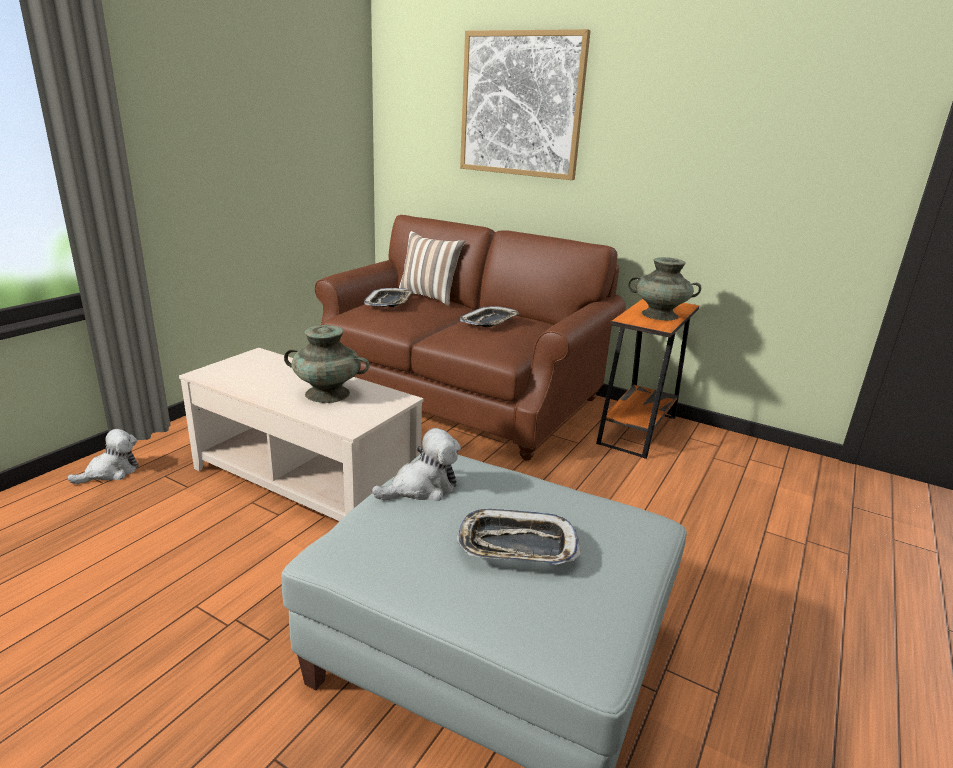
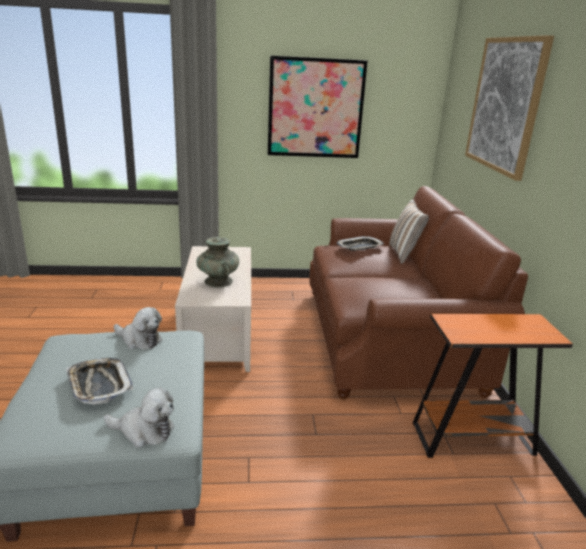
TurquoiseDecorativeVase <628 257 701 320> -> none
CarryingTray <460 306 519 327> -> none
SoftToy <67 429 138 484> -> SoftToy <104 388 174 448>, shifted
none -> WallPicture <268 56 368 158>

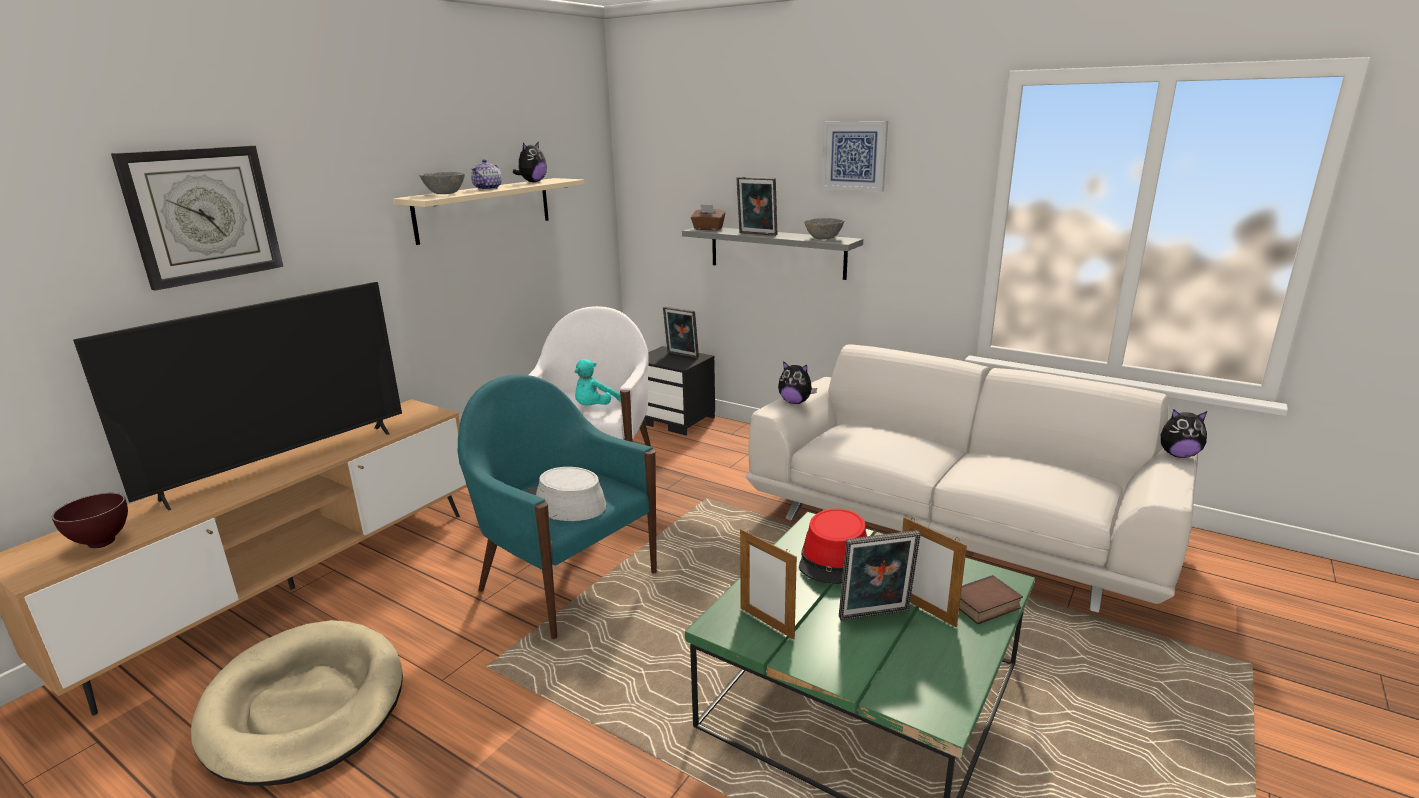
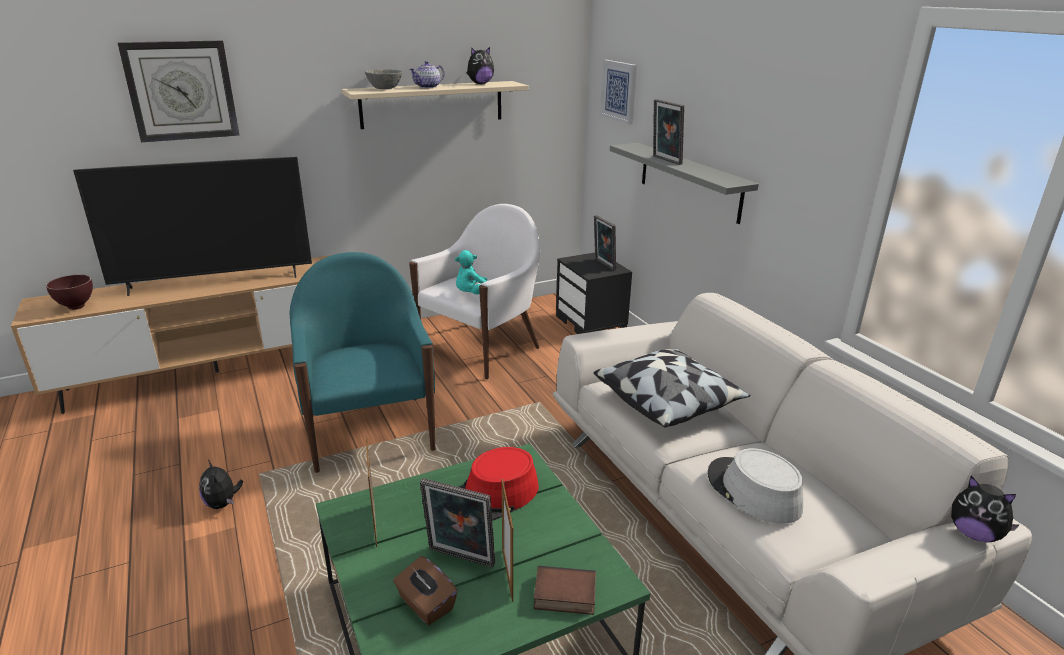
WallPicture <821 121 888 192> -> WallPicture <600 60 637 125>, shifted
BrownColouredBoxOfTissues <691 204 725 230> -> BrownColouredBoxOfTissues <393 556 458 625>, shifted
GreyishDeepDish <804 218 844 239> -> none
SoftToy <778 361 817 404> -> SoftToy <199 460 243 509>, shifted
GreyishWearableHat <525 467 607 521> -> GreyishWearableHat <708 448 803 524>, shifted
BeigePetBed <191 620 403 786> -> none
none -> Cushion <594 349 751 428>

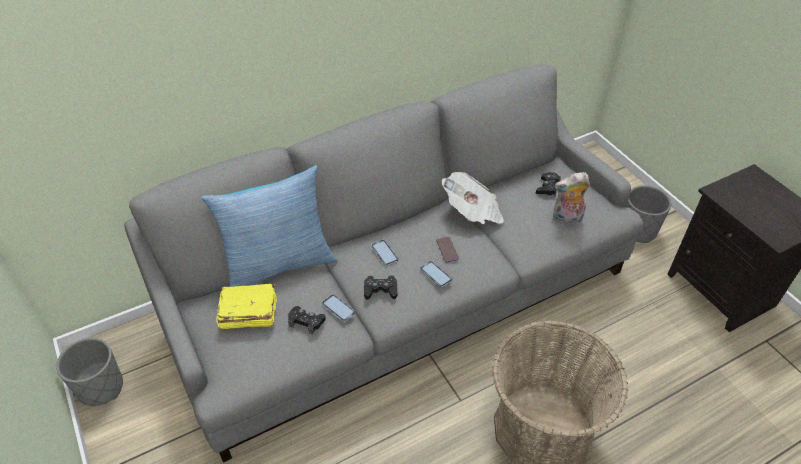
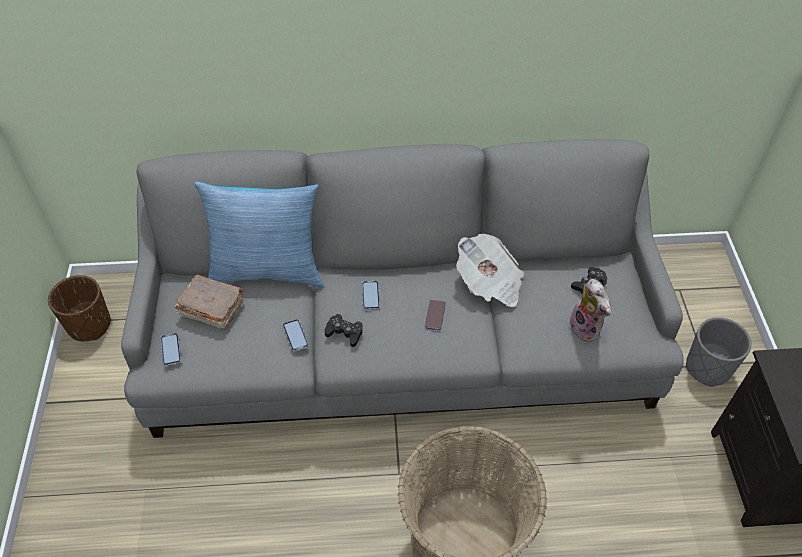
SoftToy <553 172 590 224> -> SoftToy <570 279 611 342>, 135 degrees counterclockwise
Telephone <420 261 452 288> -> Telephone <161 333 181 366>, shifted
YellowColouredVolume <216 284 277 329> -> BrownColouredVolume <175 274 244 329>
BlackColouredGameController <288 306 326 334> -> none
GreyishPlanter <56 338 123 406> -> BrownColouredPlanter <48 275 111 341>

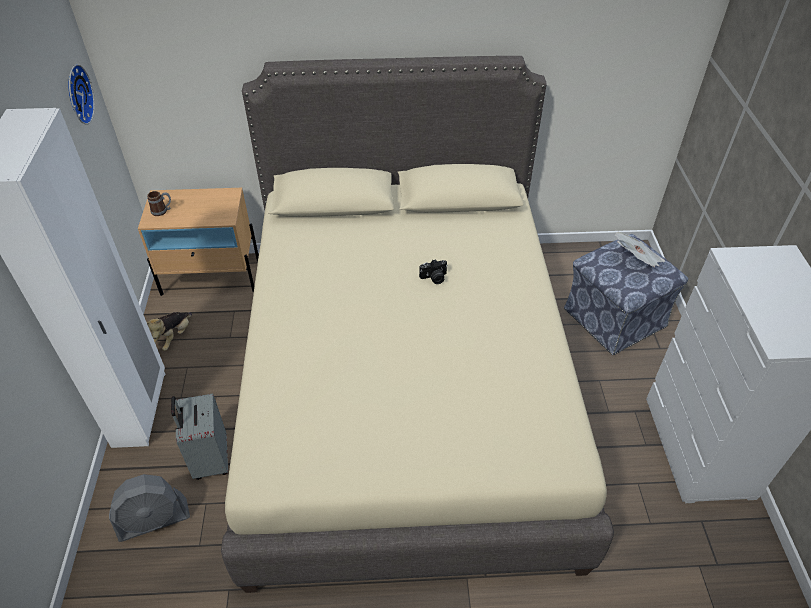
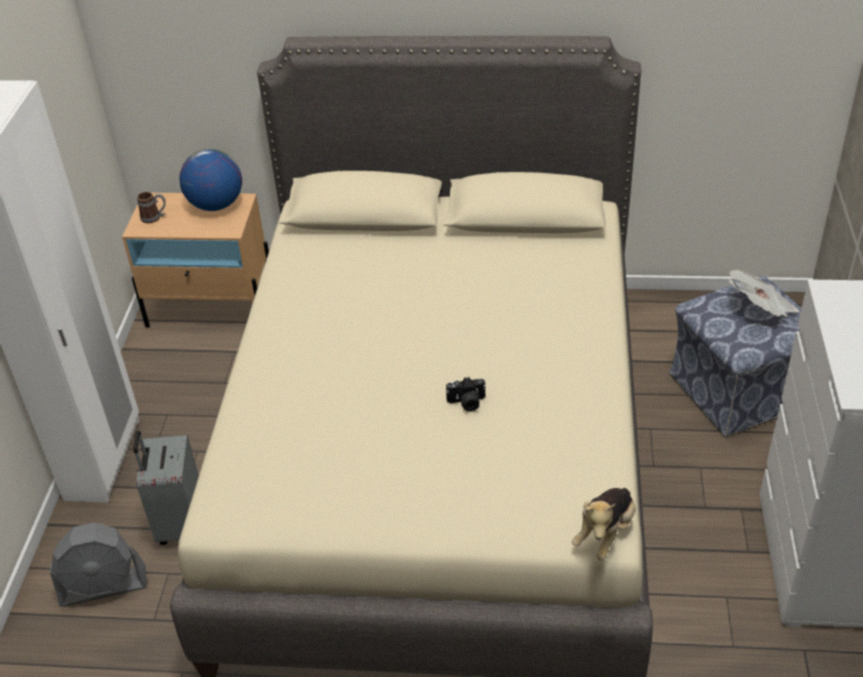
WallClock <68 64 95 125> -> none
PhotoCamera <419 259 448 284> -> PhotoCamera <446 377 486 412>, shifted
SoftToy <147 312 192 351> -> SoftToy <572 488 636 561>, shifted
none -> WorldGlobe <179 149 242 211>

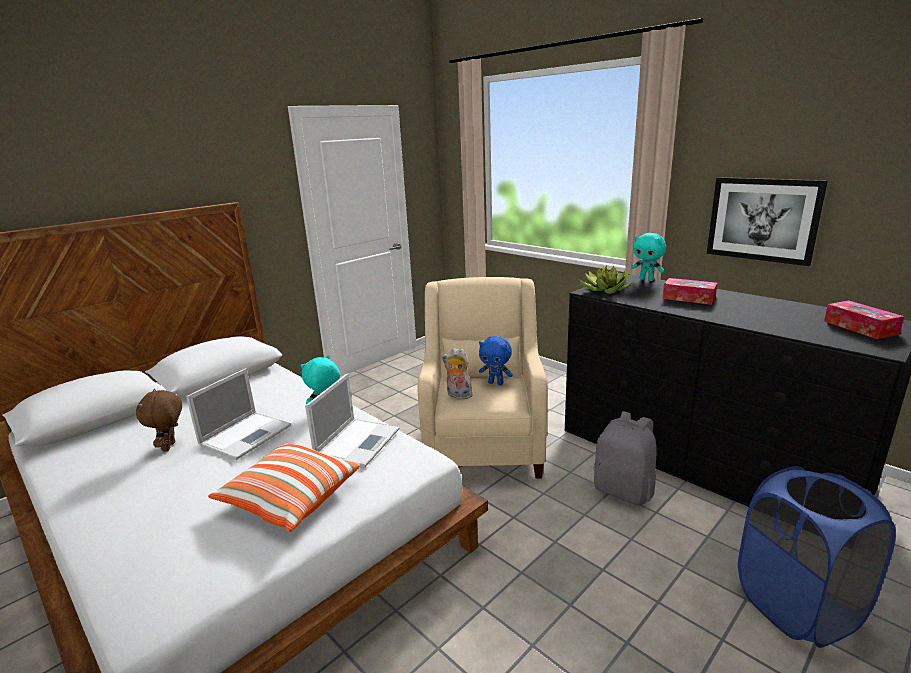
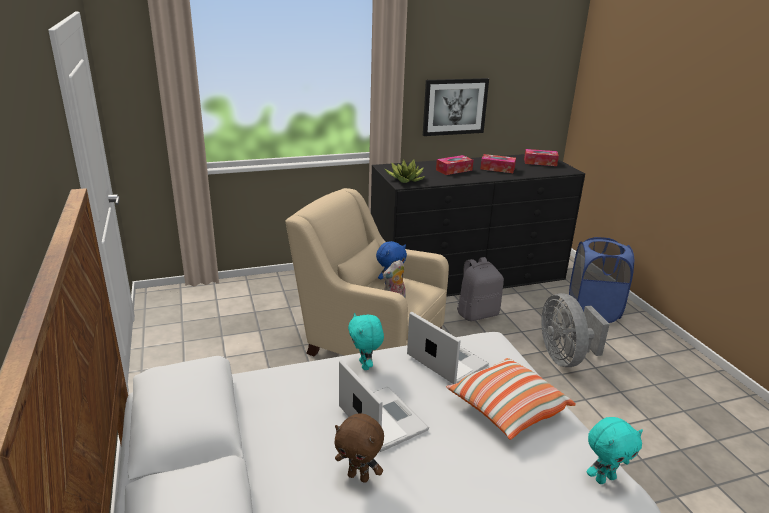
TurquoiseSoftToy <631 233 666 281> -> TurquoiseSoftToy <586 417 643 484>, shifted
none -> BoxOfTissues <480 154 516 173>
none -> GreyishCoolingFan <541 293 610 367>

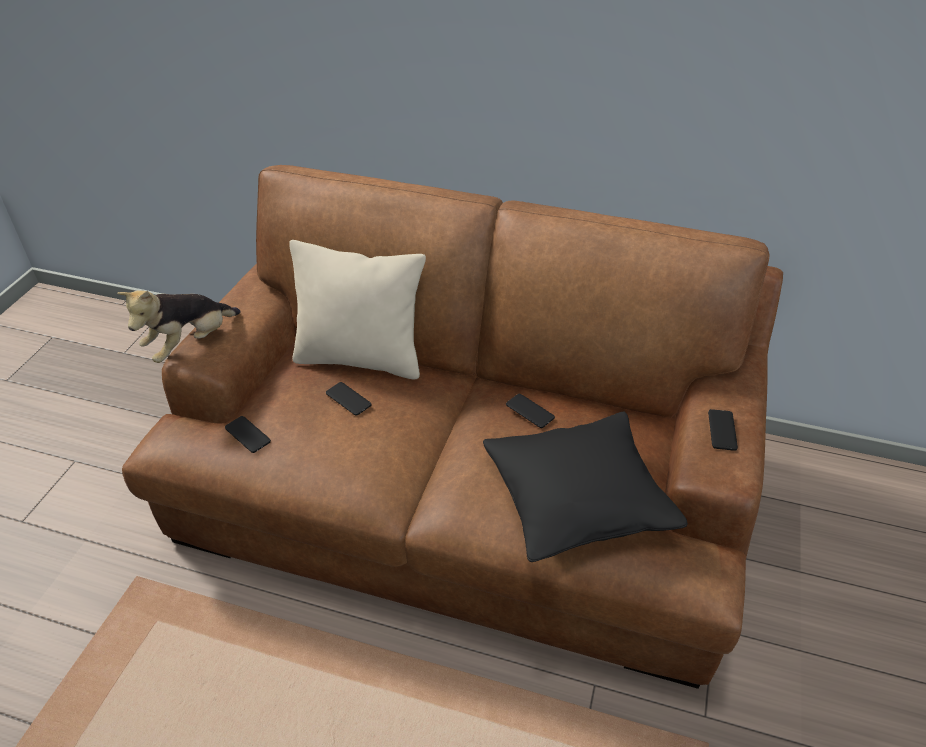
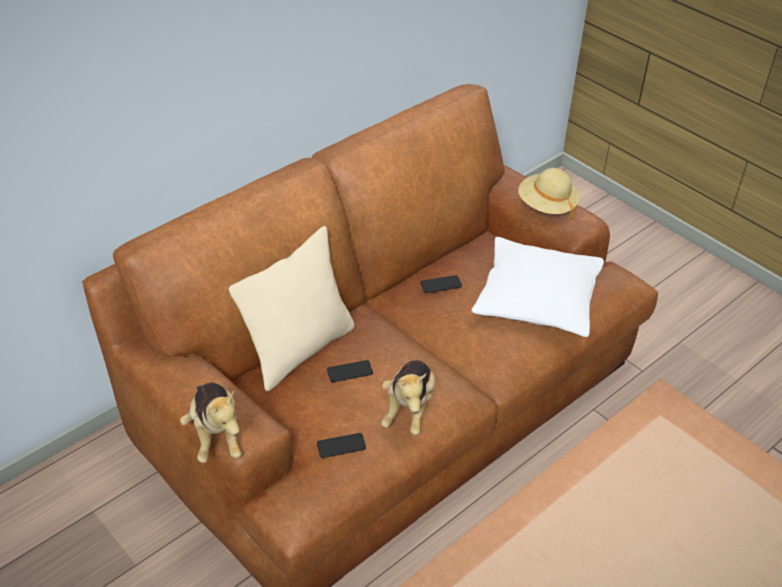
Telephone <708 409 738 451> -> BeigeWearableHat <518 168 580 220>
BlackColouredCushion <483 412 688 562> -> WhitishCushion <472 237 604 337>
none -> SoftToy <381 360 435 435>

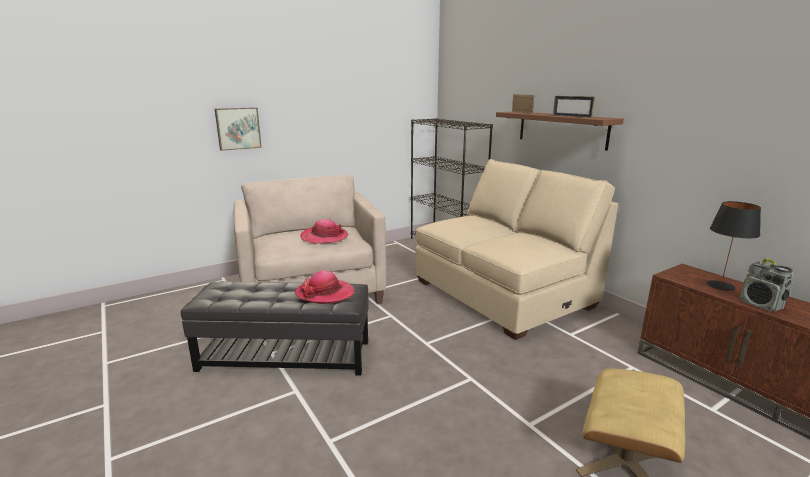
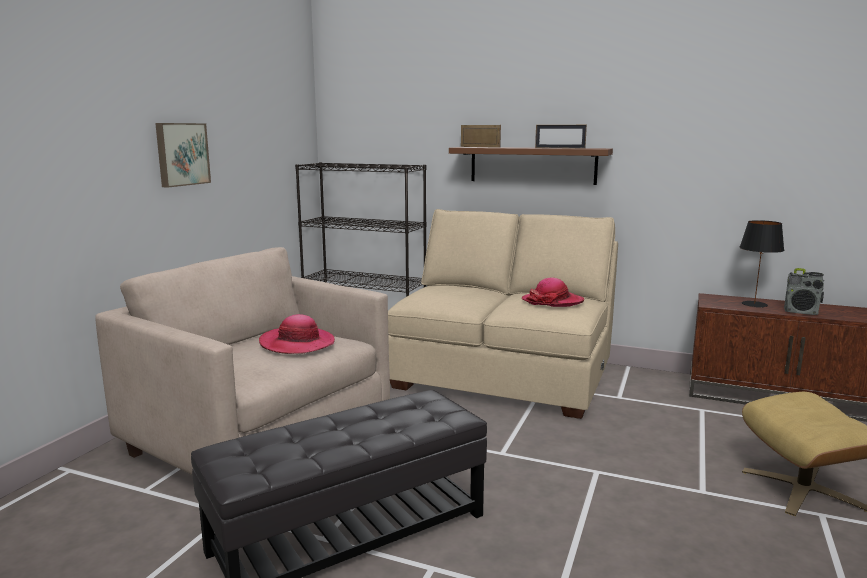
WallPicture <215 107 262 151> -> WallPicture <155 123 211 188>, shifted
WearableHat <295 270 354 304> -> WearableHat <521 278 584 307>, shifted

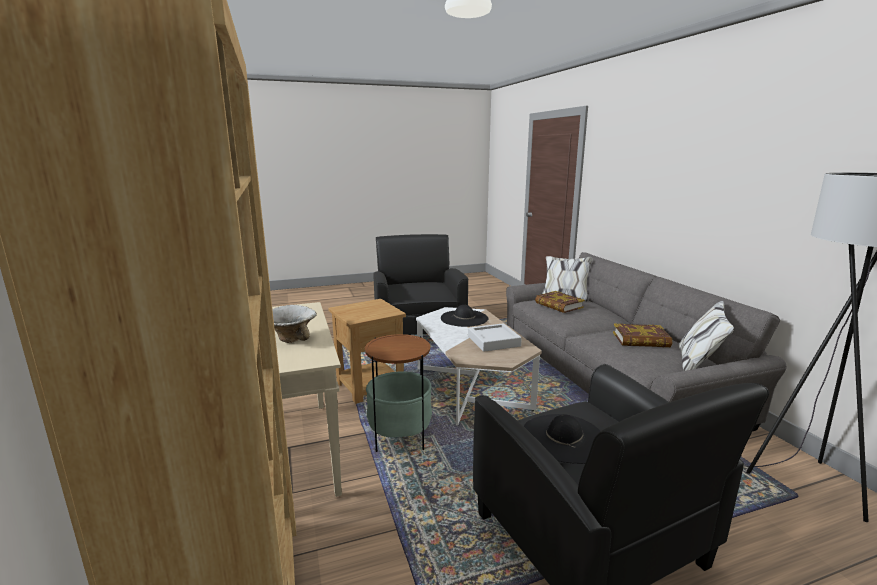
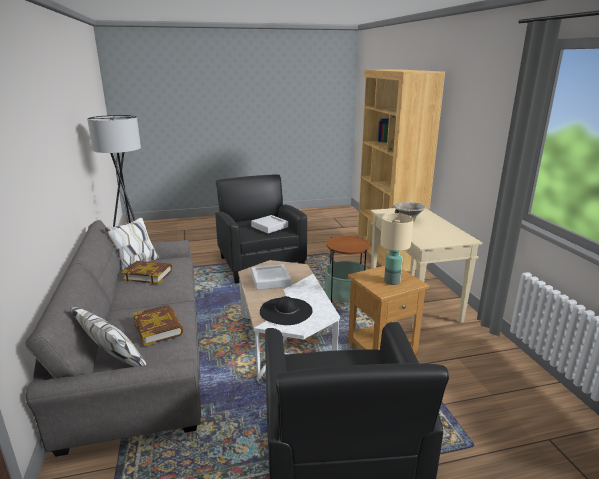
BlackColouredWearableHat <524 414 601 464> -> GreyishCarryingTray <251 215 288 233>
none -> BeigeTableLamp <380 213 413 285>

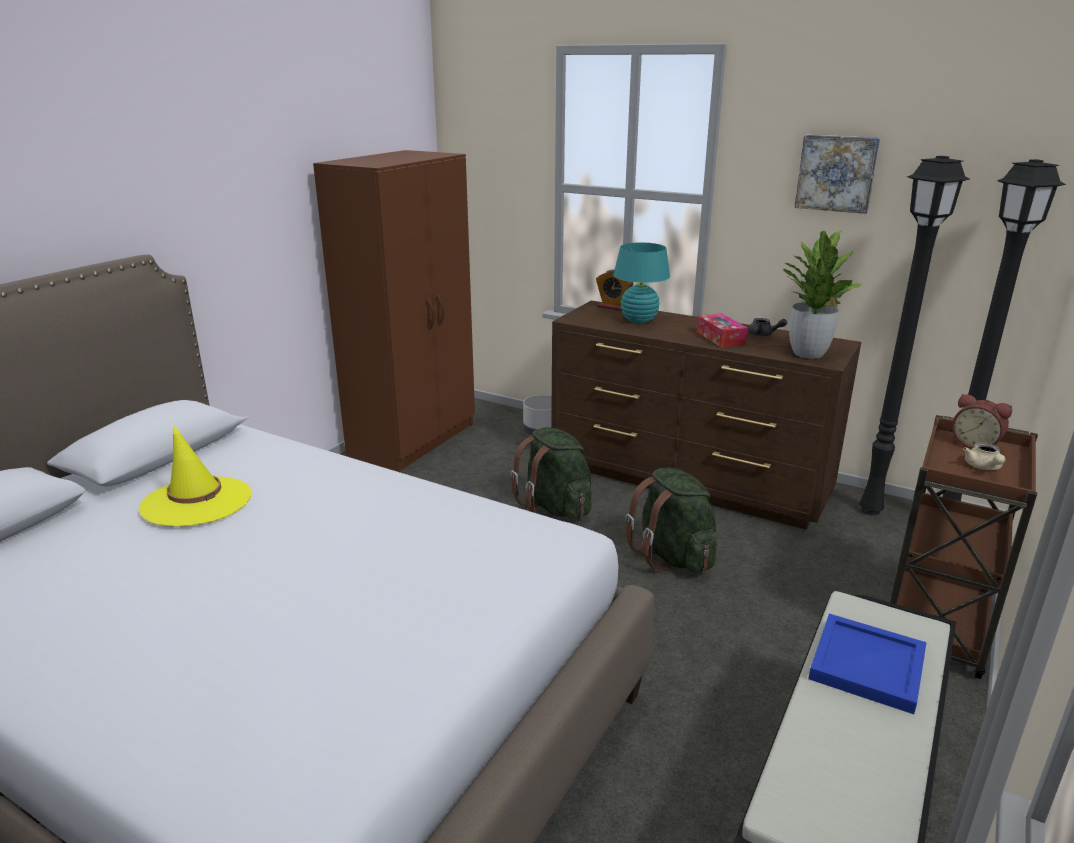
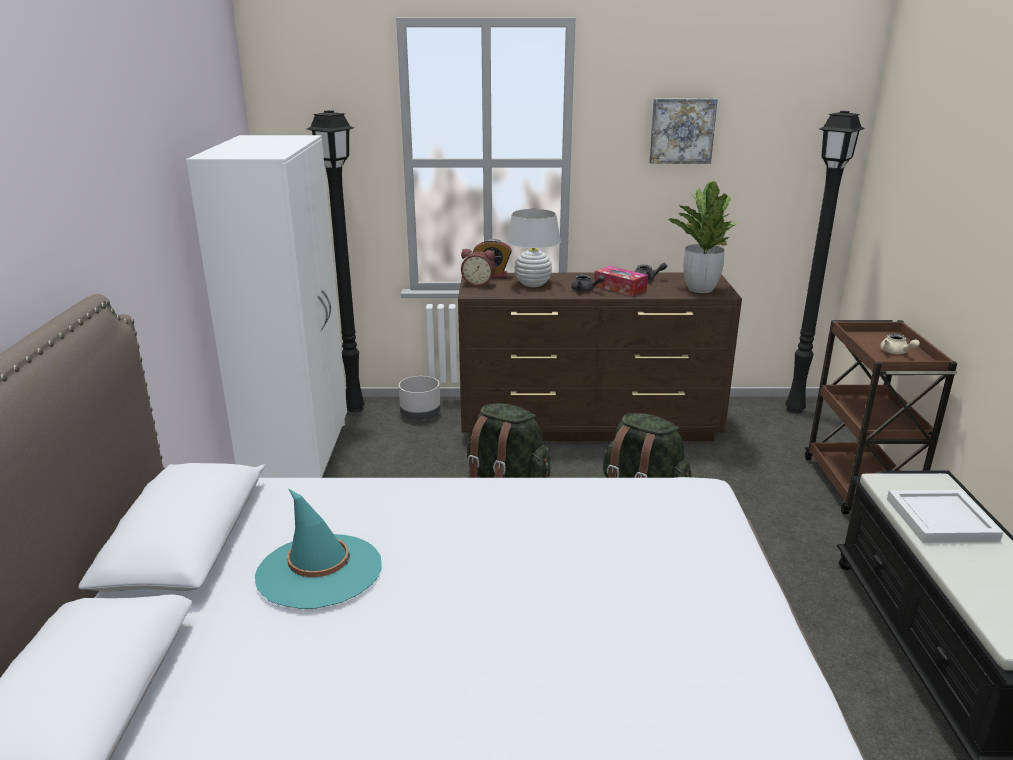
BrownColouredClothesCupboard <313 150 475 472> -> WhitishClothesCupboard <186 135 347 478>
BlackColouredStandardLamp <859 156 970 516> -> BlackColouredStandardLamp <307 110 365 412>, shifted
TurquoiseTableLamp <613 242 670 323> -> WhitishTableLamp <506 209 561 287>
BedsideClock <952 394 1012 449> -> BedsideClock <461 249 496 286>, shifted
YellowColouredWearableHat <139 425 252 527> -> TurquoiseWearableHat <255 488 382 609>
BlueColouredCarryingTray <808 614 927 714> -> WhitishCarryingTray <887 490 1003 543>
none -> GreyishTeaPot <571 274 605 292>

